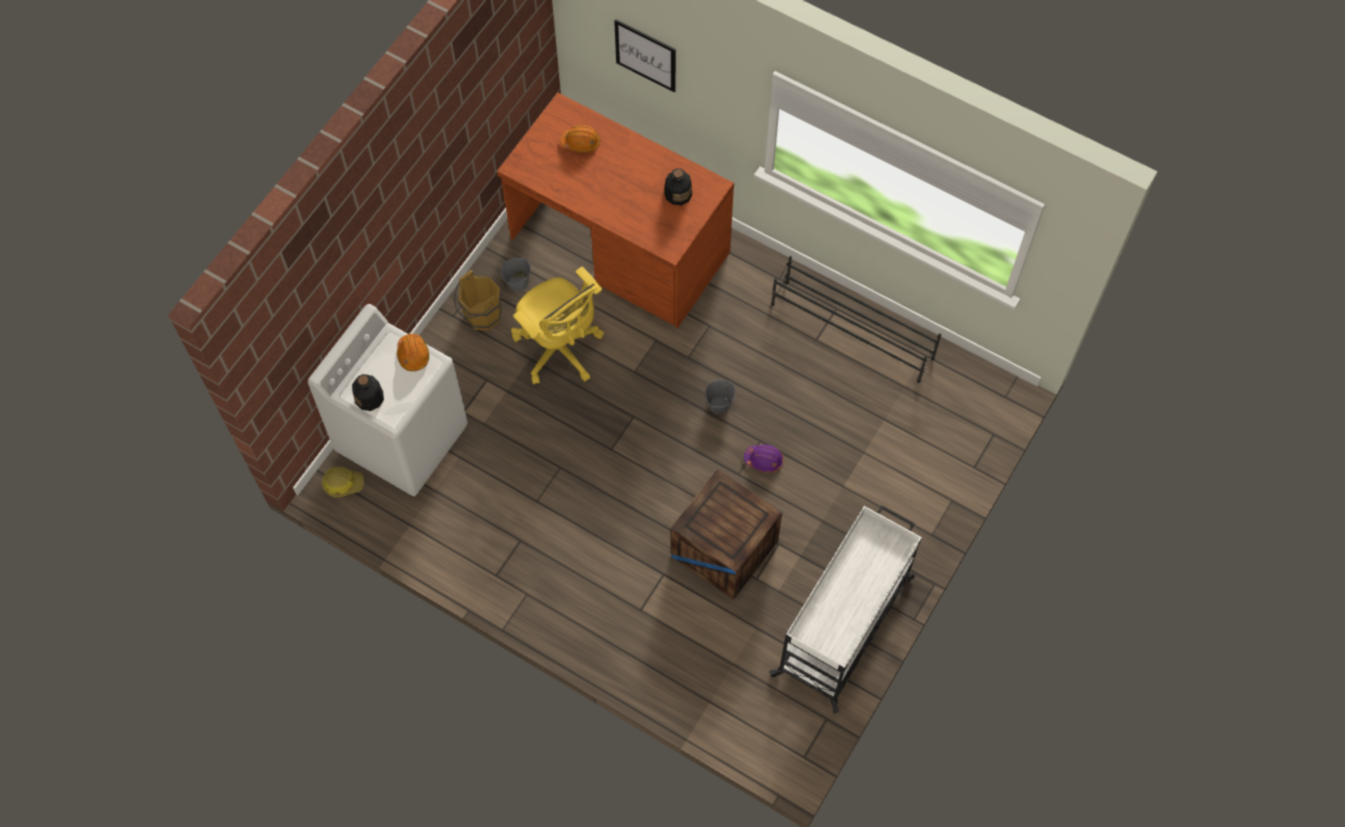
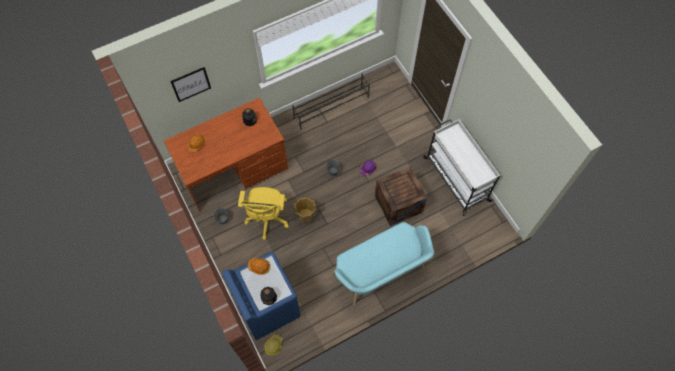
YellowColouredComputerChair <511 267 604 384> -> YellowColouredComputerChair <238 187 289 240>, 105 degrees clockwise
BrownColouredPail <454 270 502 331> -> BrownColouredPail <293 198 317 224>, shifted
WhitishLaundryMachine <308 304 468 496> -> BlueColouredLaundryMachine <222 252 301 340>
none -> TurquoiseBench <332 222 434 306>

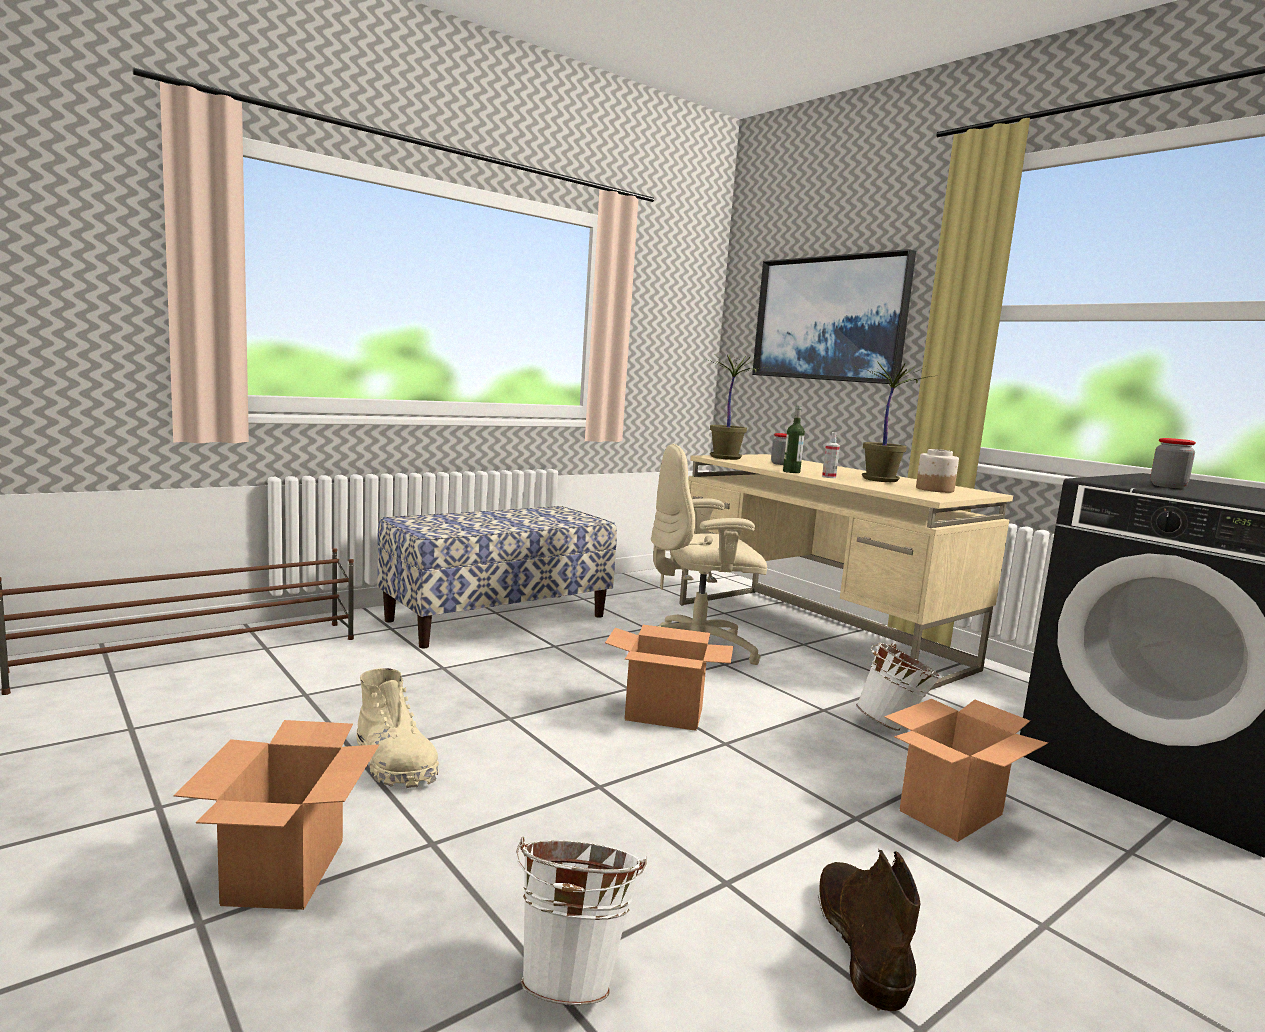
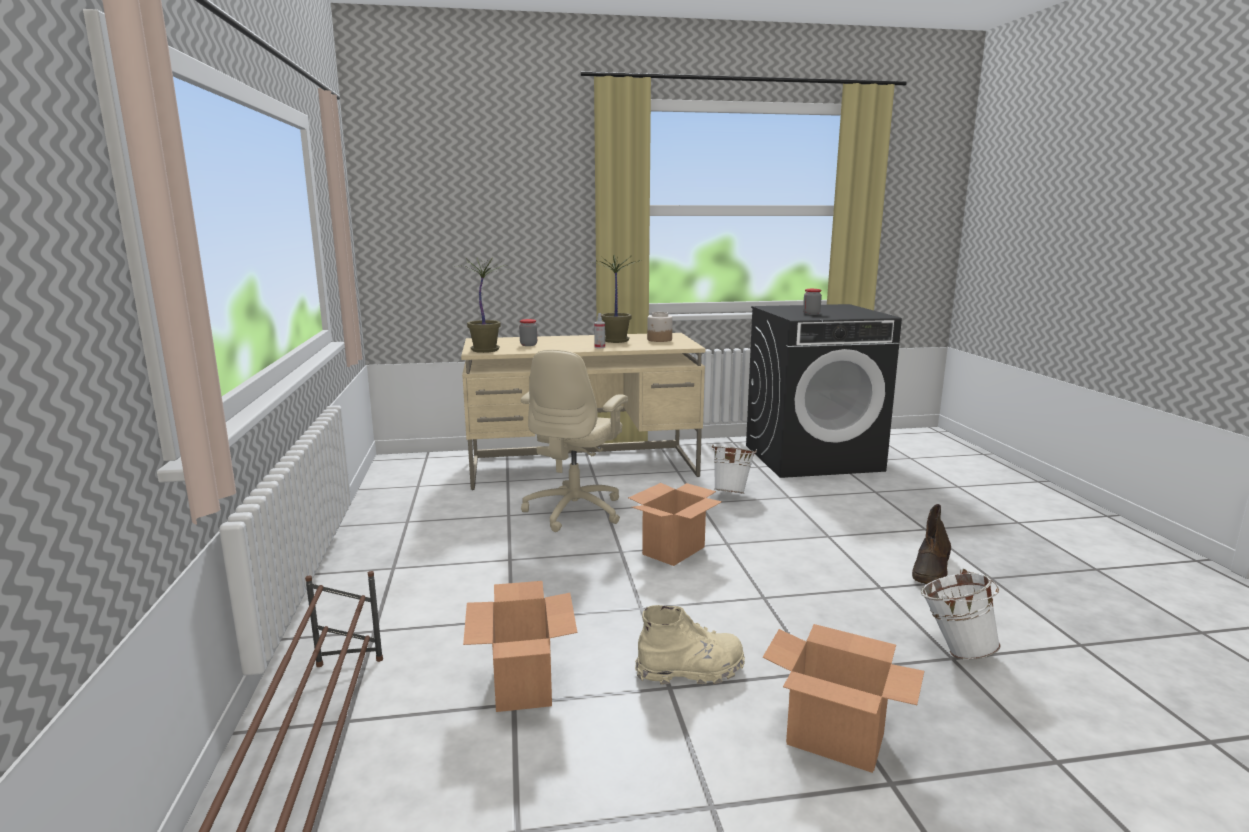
WallPicture <752 249 916 385> -> none
Bottle <783 406 805 473> -> none
Bench <377 506 617 648> -> none
Carton <884 699 1048 842> -> Carton <463 581 578 712>, shifted
BrownColouredHighTopBoot <818 850 920 1011> -> BrownColouredHighTopBoot <912 504 951 584>, 90 degrees counterclockwise

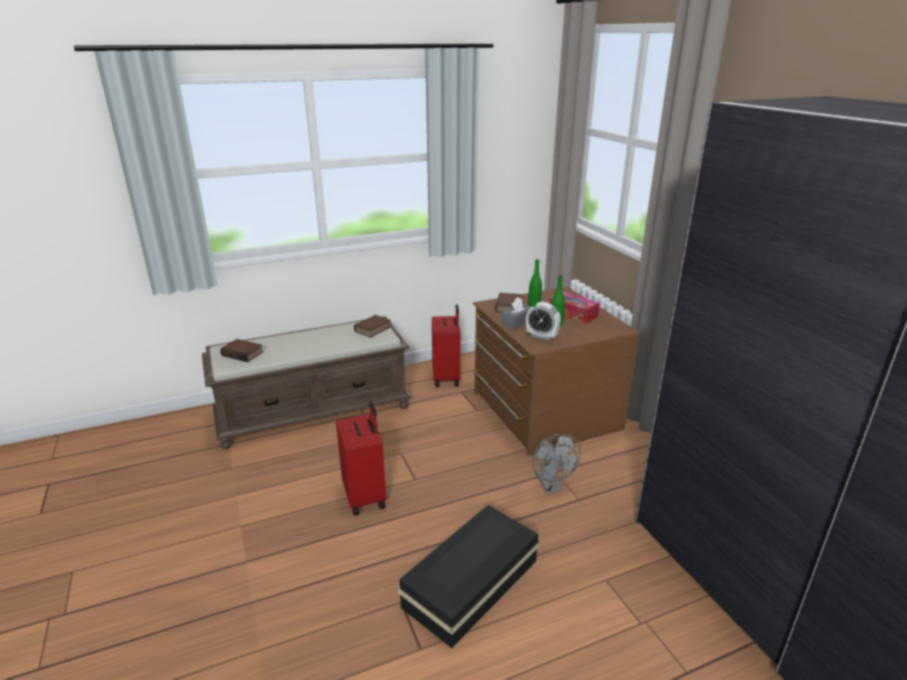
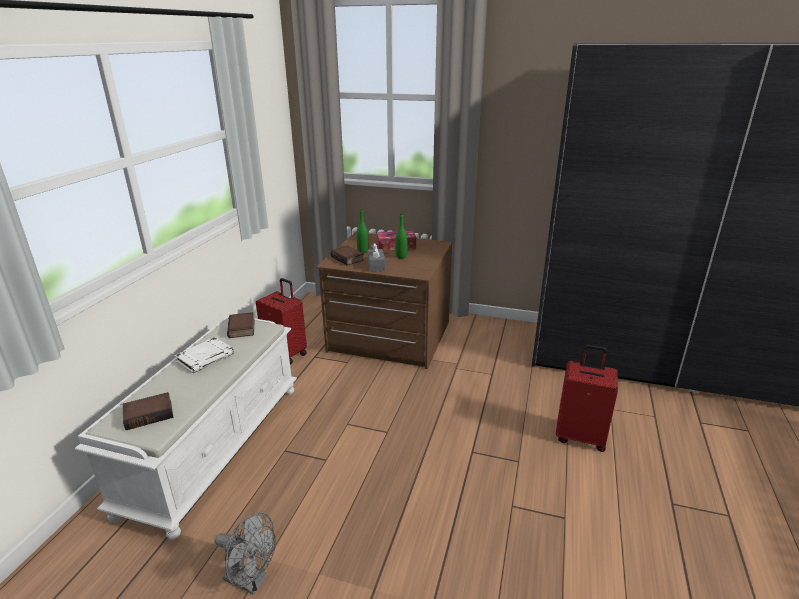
BedsideClock <526 302 561 340> -> none
BrownColouredBench <202 316 412 449> -> WhitishBench <75 315 297 540>
RedSuitcase <336 401 386 515> -> RedSuitcase <556 345 618 452>, shifted
GreyishCoolingFan <532 434 581 493> -> GreyishCoolingFan <215 512 276 595>, shifted
BlackColouredStorageContainer <398 505 540 648> -> none
none -> WhitishVolume <175 337 234 373>

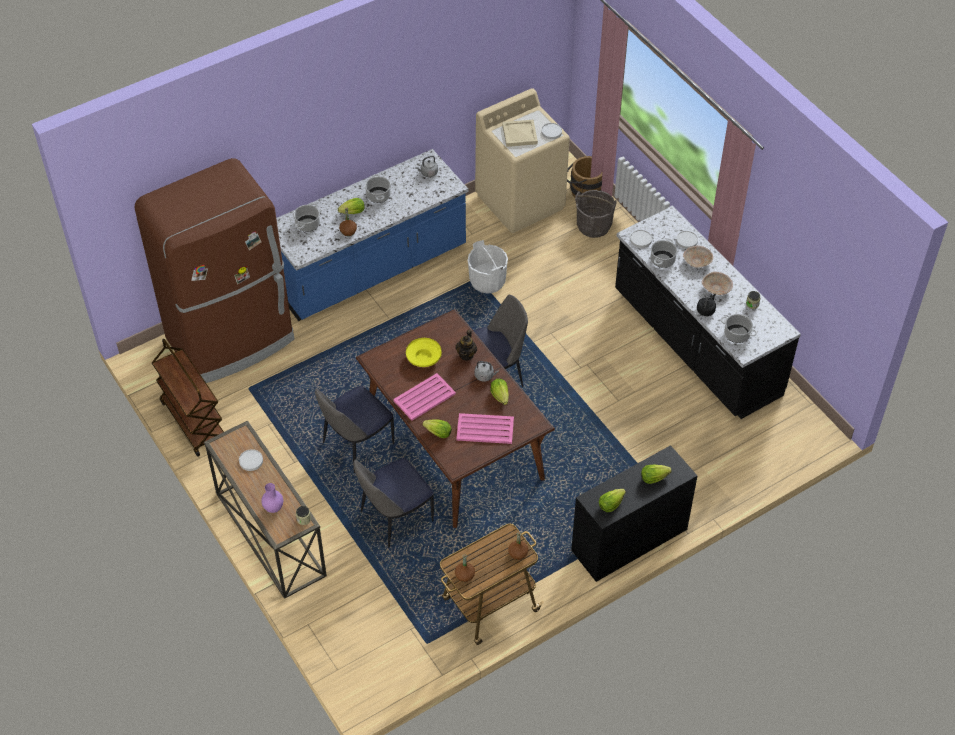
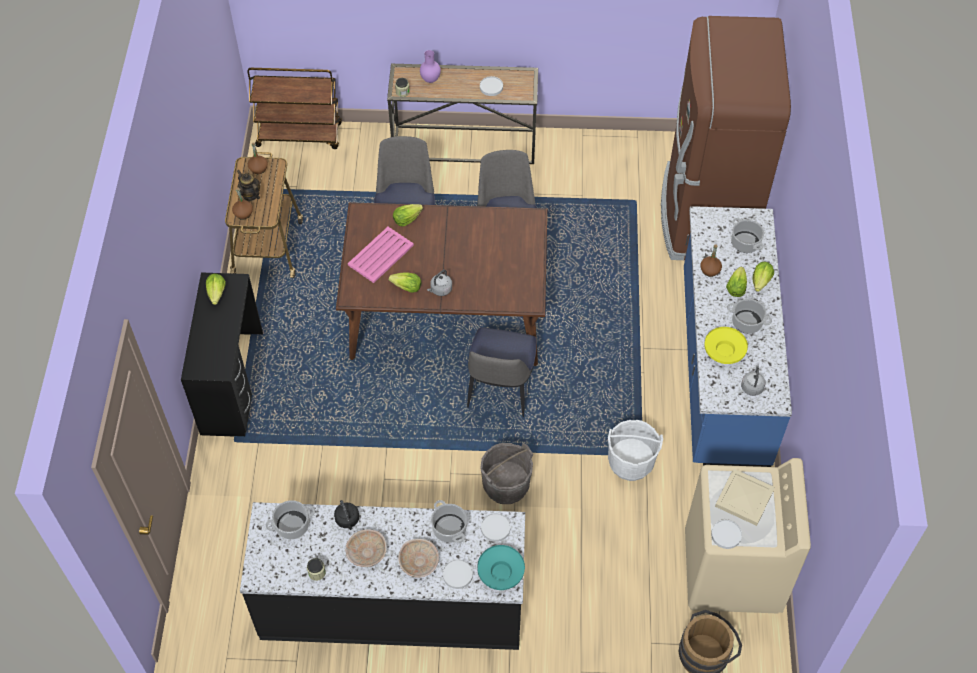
GreyishPail <575 190 617 238> -> GreyishPail <480 443 533 504>, shifted
TeaPot <456 330 477 361> -> TeaPot <237 170 260 201>, shifted
YellowColouredDeepDish <406 338 442 367> -> YellowColouredDeepDish <704 327 748 364>, shifted
BrownColouredTrolley <152 339 224 457> -> BrownColouredTrolley <248 68 342 149>, shifted
PinkishCarryingTray <393 373 456 421> -> none
HeadOfLettuce <641 465 672 484> -> HeadOfLettuce <753 262 774 292>, shifted
none -> TurquoiseDeepDish <477 545 525 590>

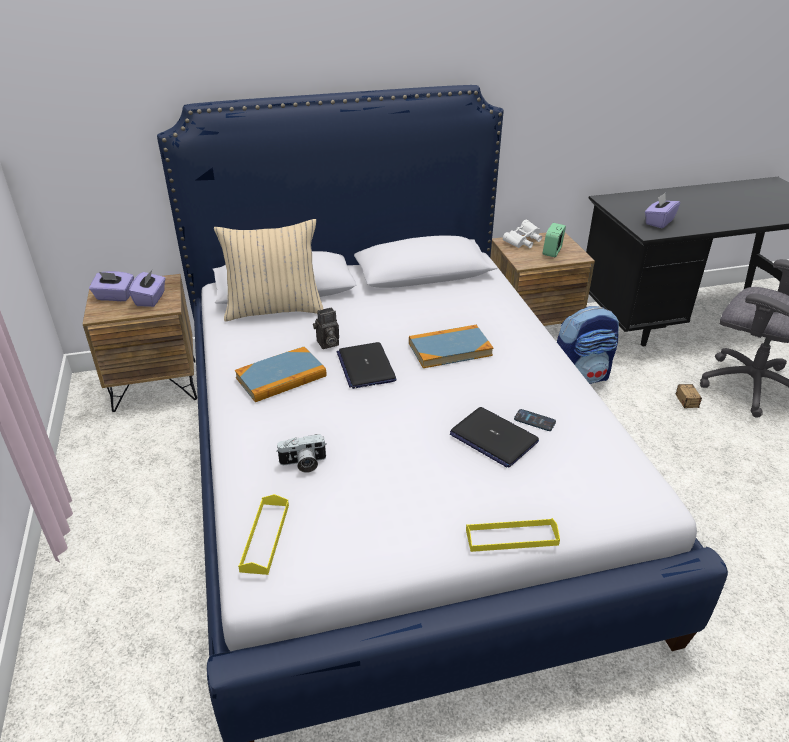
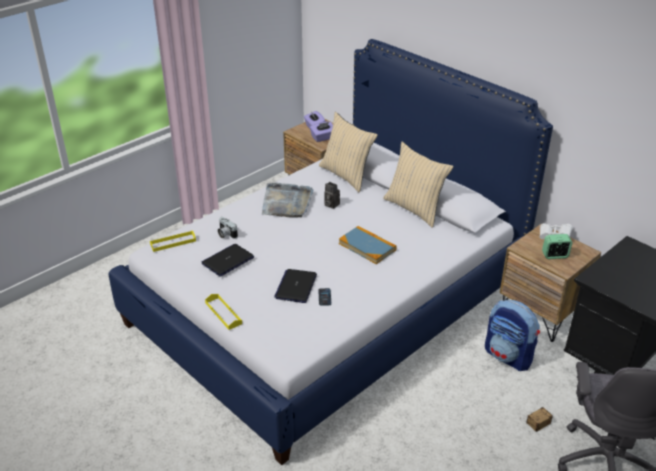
PurpleColouredBoxOfTissues <645 193 680 228> -> none
PortableComputer <337 342 397 389> -> PortableComputer <202 244 254 277>, shifted
Volume <235 347 327 402> -> GreyishCarryingTray <262 183 313 218>
none -> BeigeCushion <383 142 453 228>

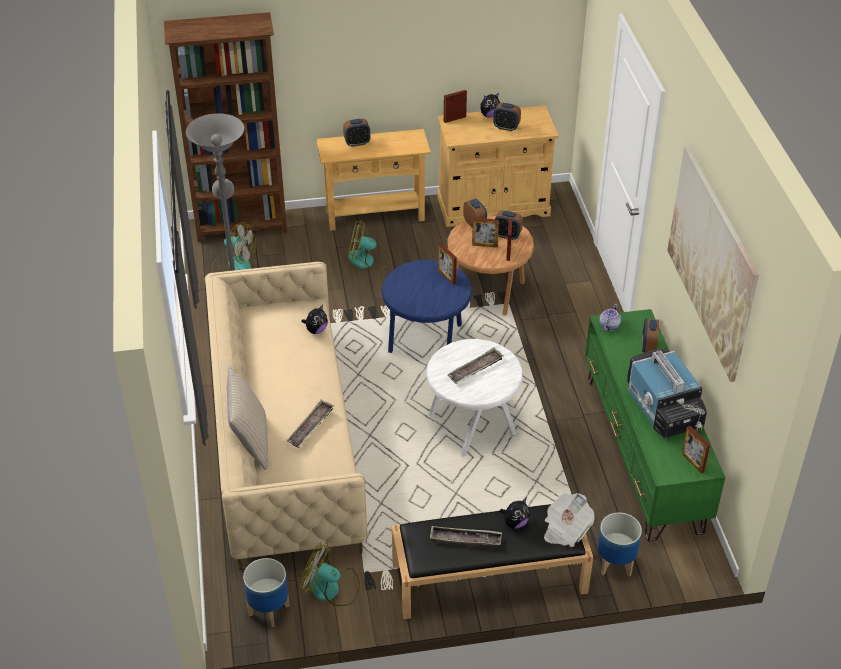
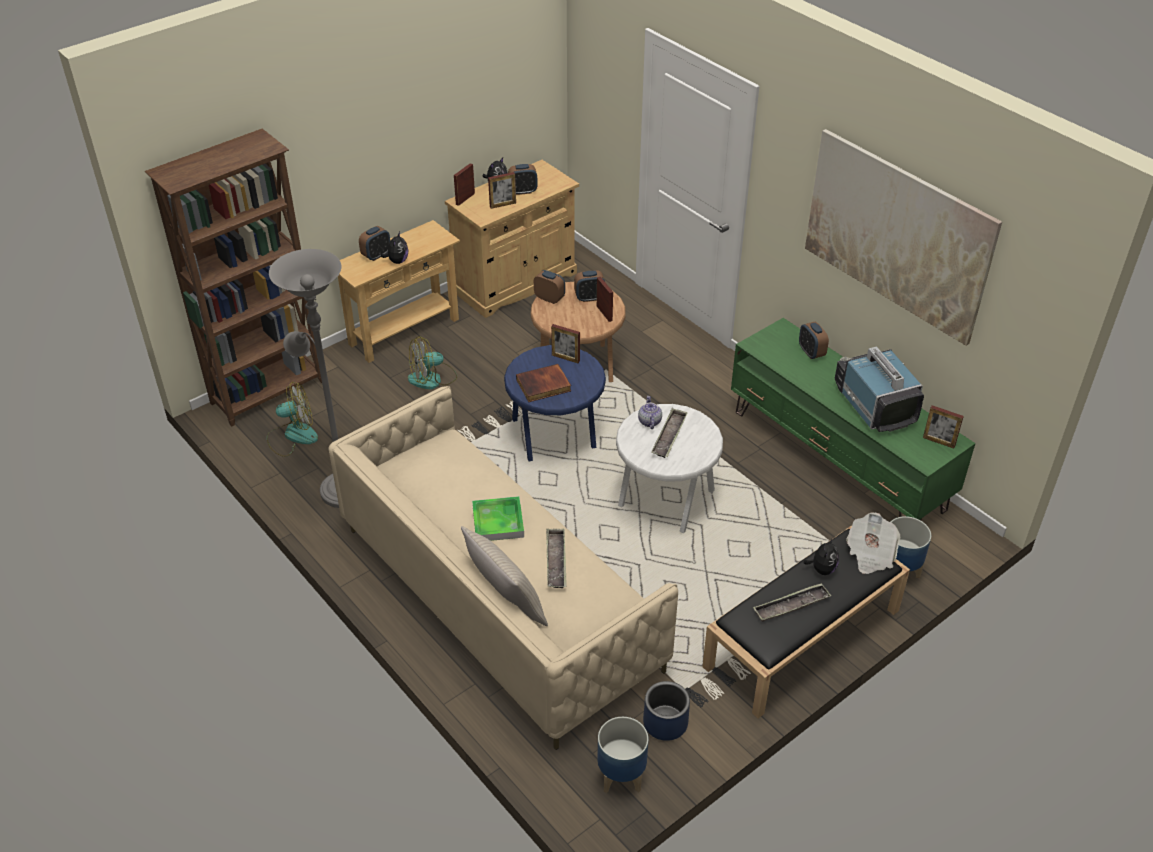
PhotoFrame <472 217 499 248> -> PhotoFrame <488 172 516 209>, shifted
TeaPot <599 304 621 331> -> TeaPot <638 396 662 429>, shifted
SoftToy <301 305 328 334> -> SoftToy <381 231 408 264>, shifted
TvSet <627 348 707 438> -> TvSet <835 347 924 432>, 150 degrees counterclockwise
CoolingFan <300 542 360 606> -> BlueColouredPlanter <643 681 690 741>
none -> Volume <516 364 571 402>
none -> CarryingTray <472 496 524 541>

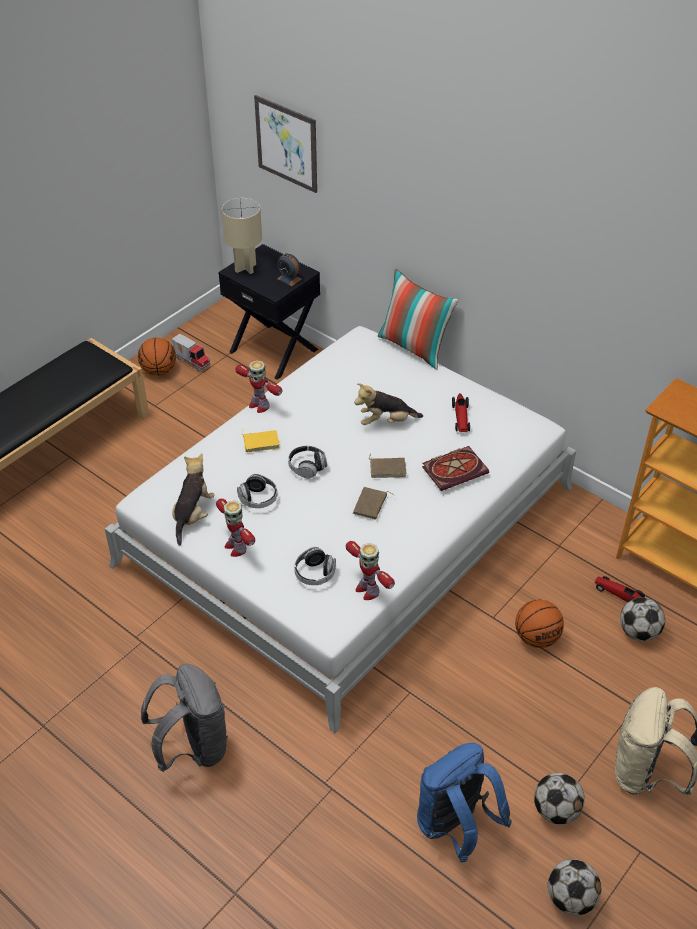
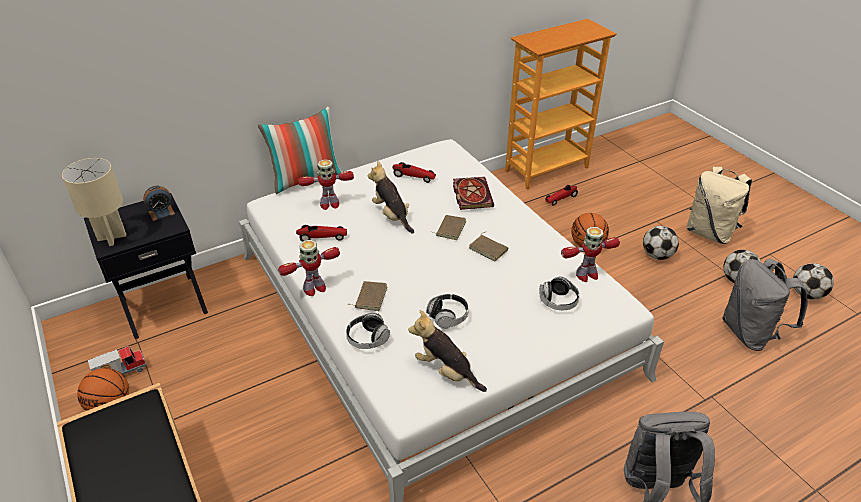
WallPicture <254 95 317 193> -> none
SoftToy <354 383 423 425> -> SoftToy <368 161 414 234>, 135 degrees clockwise
YellowColouredVolume <242 430 280 452> -> BrownColouredVolume <347 281 387 311>
Headphones <288 446 327 479> -> Headphones <346 312 390 349>, shifted
ToyRobot <216 498 255 557> -> ToyRobot <298 159 354 210>, shifted
Football <620 597 665 641> -> Football <643 226 679 260>, shifted
BlueColouredKnapsack <417 743 512 862> -> GreyishKnapsack <722 258 808 351>
none -> ToyCar <296 225 347 242>

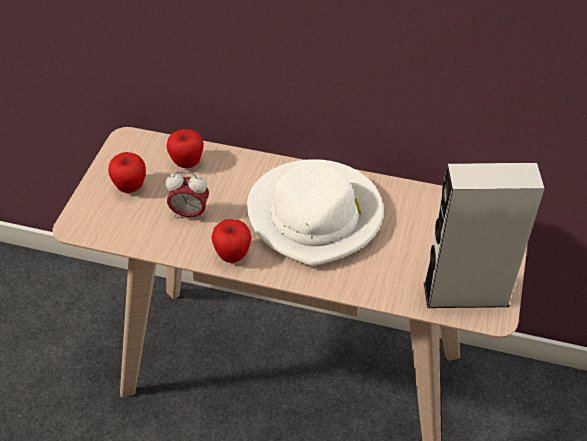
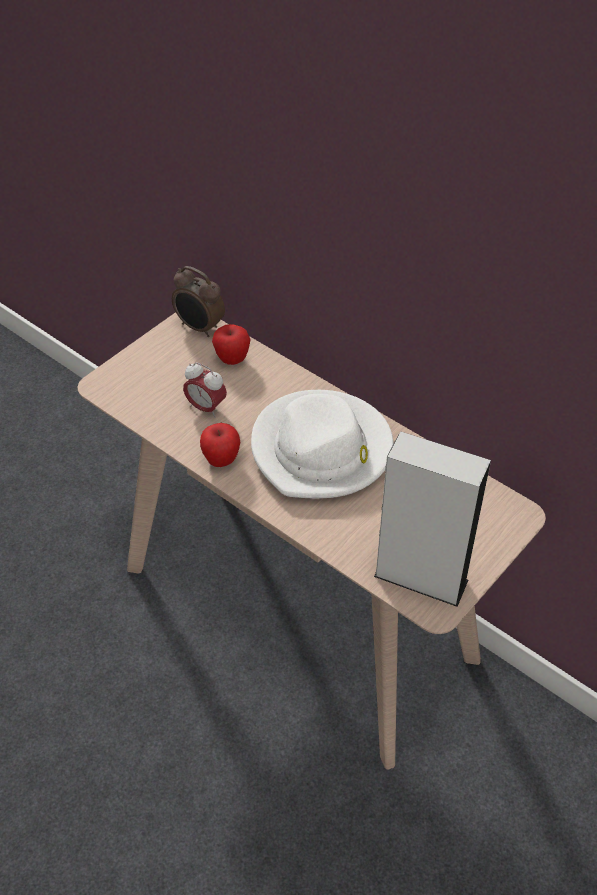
Apple <108 152 146 193> -> none
none -> BedsideClock <172 266 225 337>

